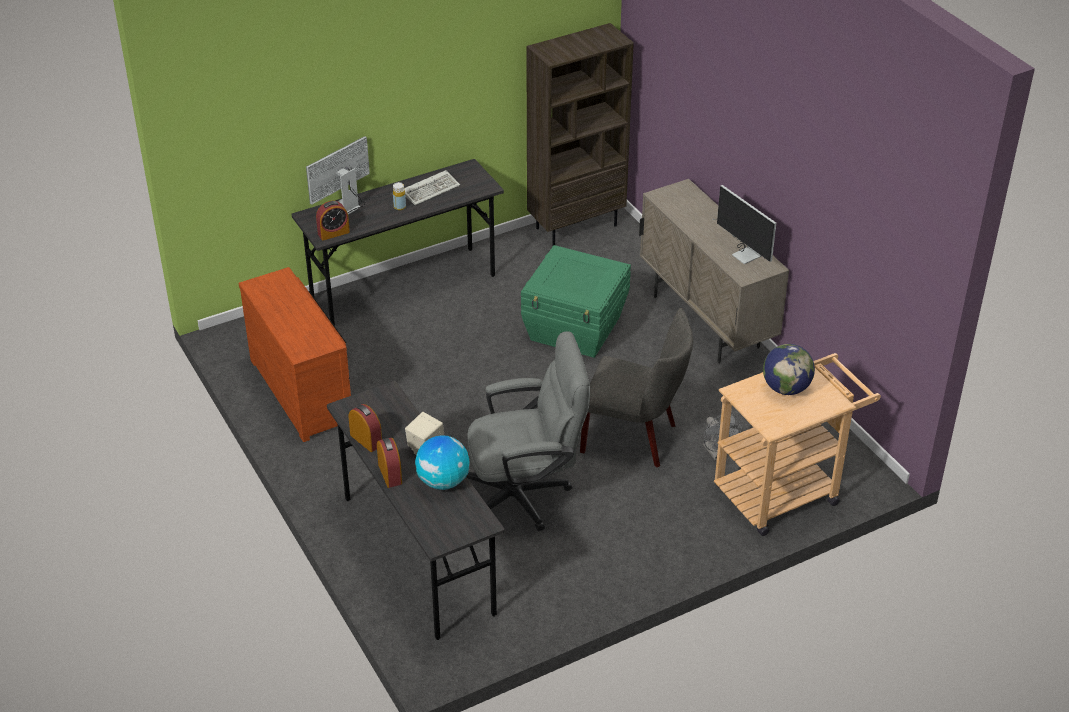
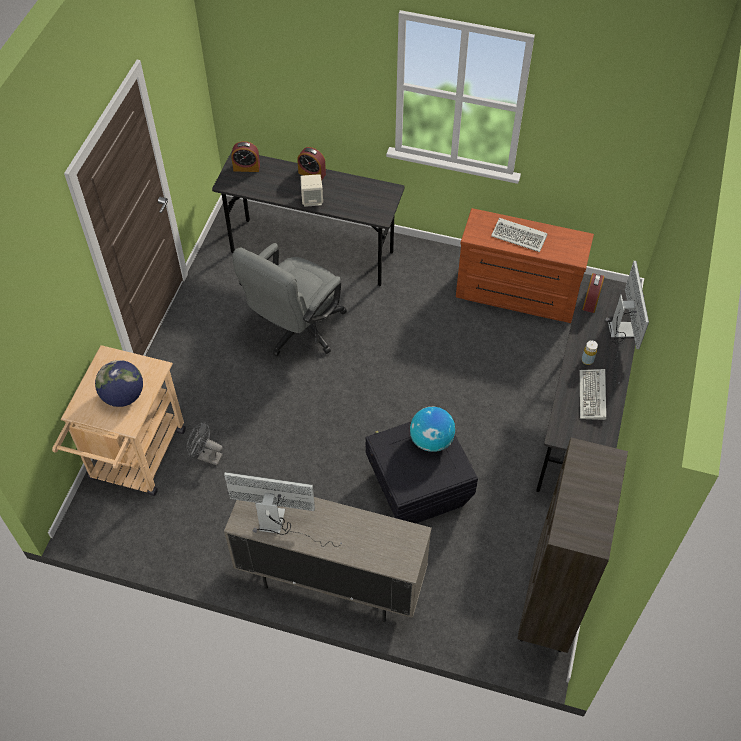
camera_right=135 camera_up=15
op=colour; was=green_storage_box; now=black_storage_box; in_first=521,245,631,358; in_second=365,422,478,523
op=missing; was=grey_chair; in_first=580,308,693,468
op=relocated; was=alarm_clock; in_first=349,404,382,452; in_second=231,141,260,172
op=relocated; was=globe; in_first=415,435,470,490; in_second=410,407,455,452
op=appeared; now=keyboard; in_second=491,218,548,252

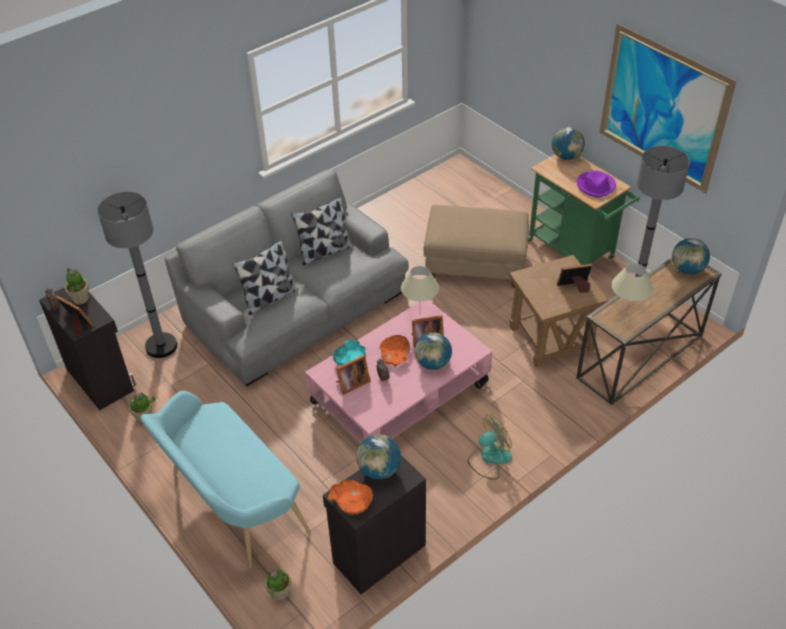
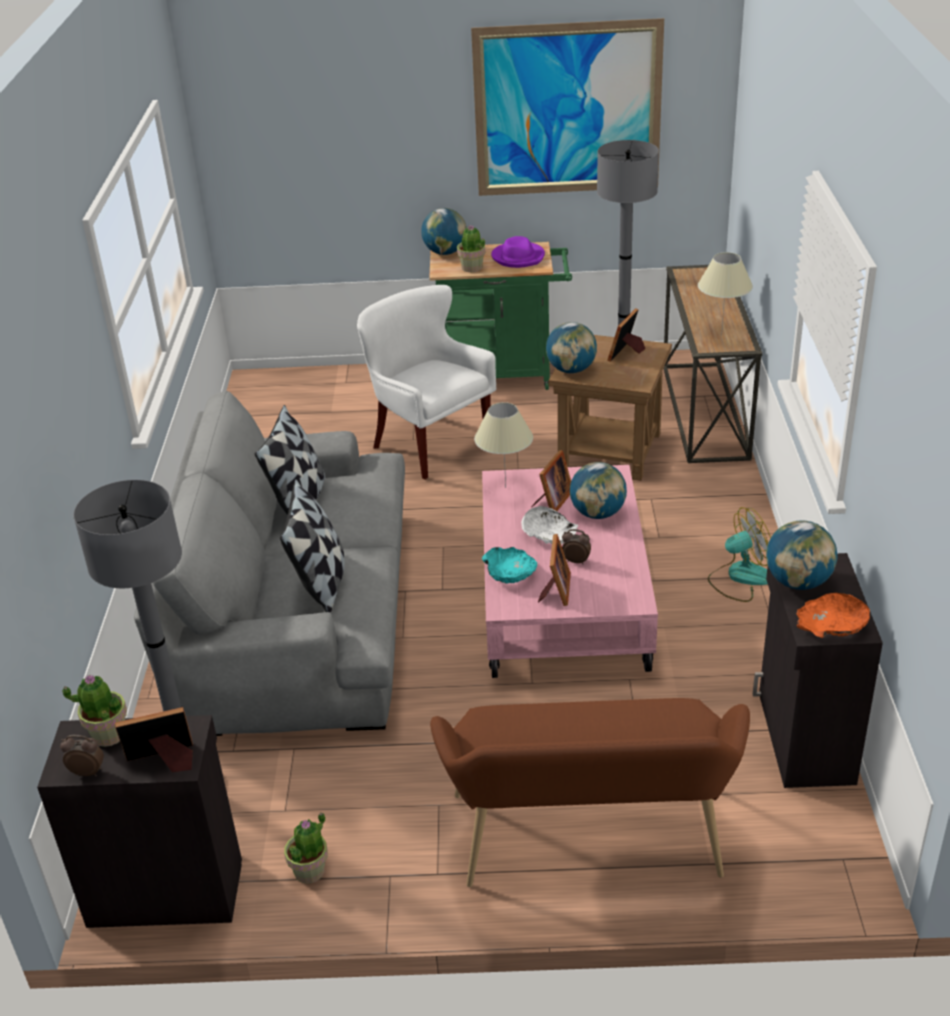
camera_right=-50 camera_up=-10
op=exchanged; was=beige_ottoman; now=white_armchair; in_first=424,205,529,288; in_second=357,285,496,480
op=relocated; was=globe; in_first=672,238,710,274; in_second=546,322,597,373
op=colour; was=orange_bowl; now=white_bowl; in_first=380,335,410,367; in_second=521,506,578,545
op=colour; was=turquoise_bench; now=brown_bench; in_first=141,391,311,568; in_second=430,698,750,887
op=spun; was=fan; in_first=468,414,512,480; in_second=708,507,771,602; clockwise=60
op=relocated; was=potted_plant; in_first=265,569,291,600; in_second=457,225,485,272

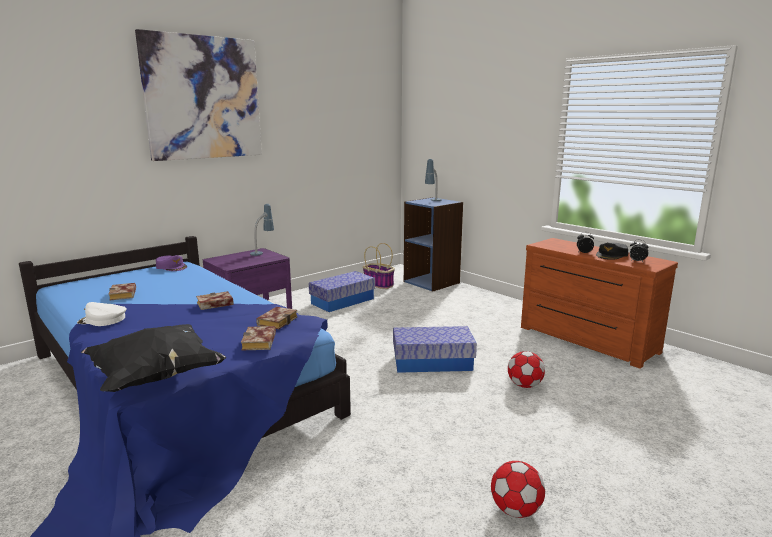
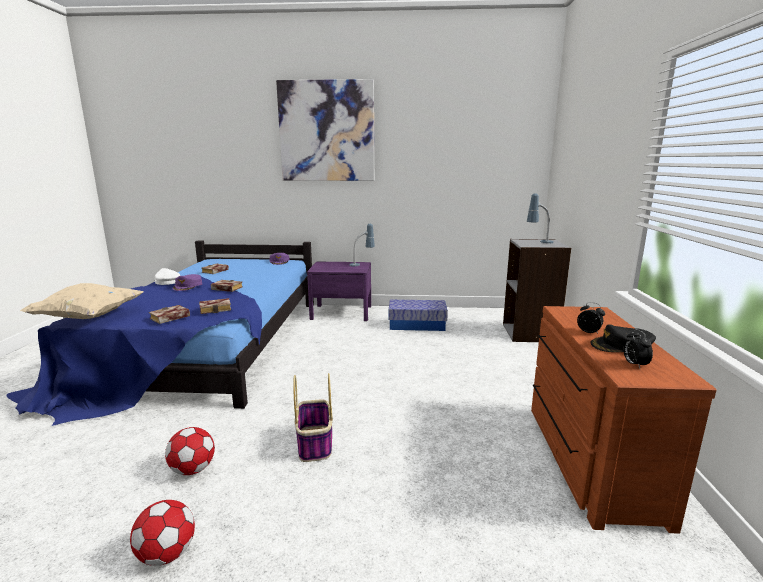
camera_right=45 camera_up=0
op=colour; was=blue_bookcase; now=grey_bookcase; in_first=404,197,463,292; in_second=503,239,571,342
op=relocated; was=basket; in_first=363,243,395,289; in_second=293,373,333,462
op=colour; was=black_pillow; now=beige_pillow; in_first=81,324,226,392; in_second=20,283,143,319
op=missing; was=storage_box; in_first=393,326,477,373
op=relocated; was=football; in_first=508,351,545,388; in_second=165,427,215,475
op=appeared; now=purple_cap; in_second=172,274,202,291

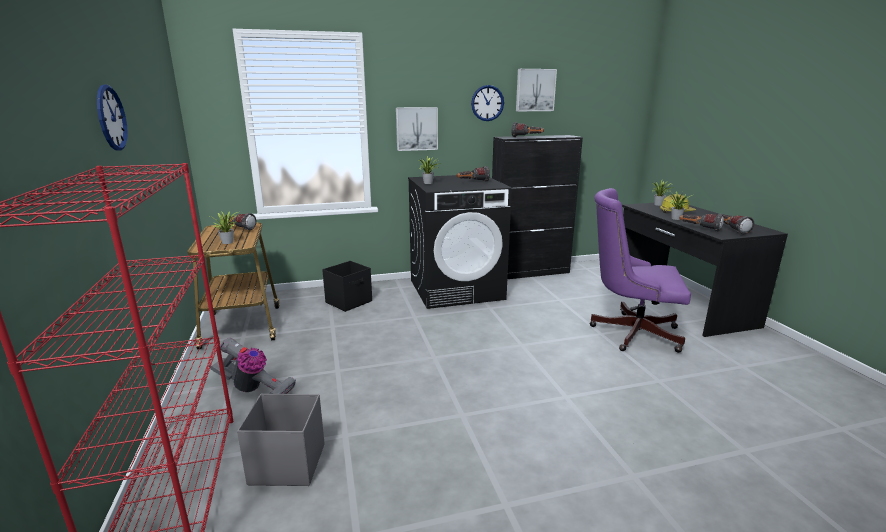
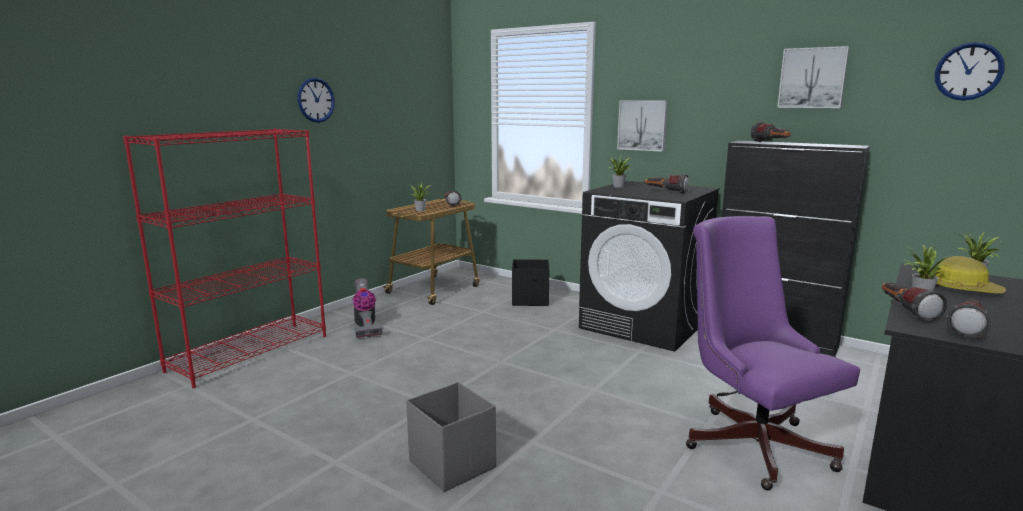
camera_right=50 camera_up=-5
op=relocated; was=wall_clock; in_first=471,85,504,121; in_second=935,42,1005,101
op=relocated; was=grey_storage_box; in_first=237,394,325,486; in_second=406,382,496,492

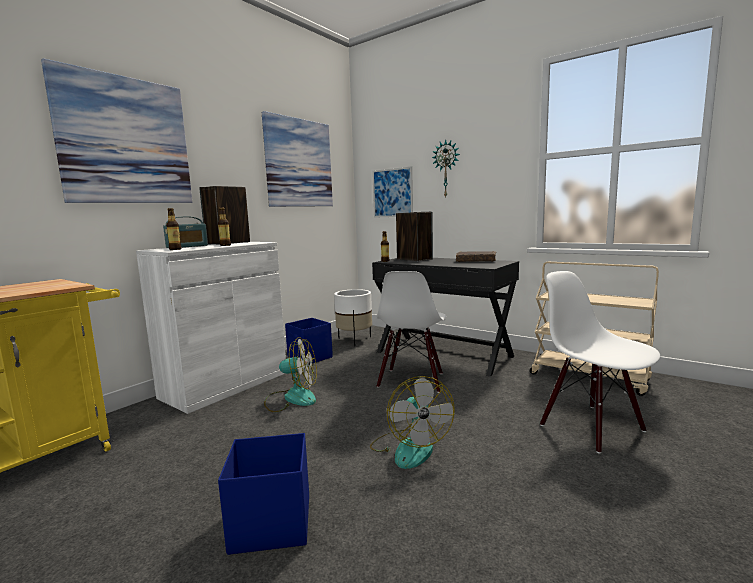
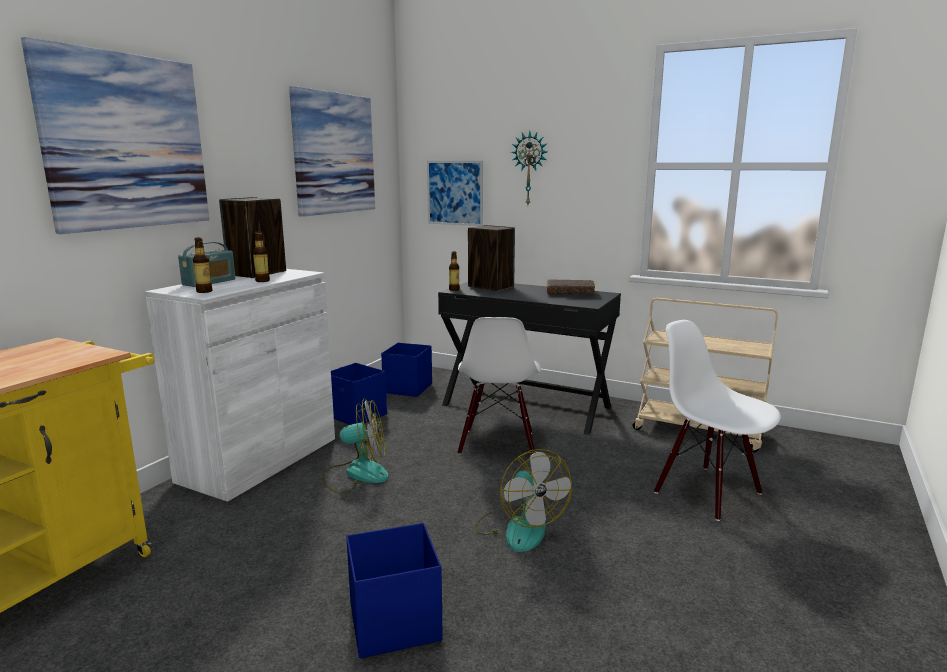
camera_right=-10 camera_up=5
op=exchanged; was=white_planter; now=blue_storage_box; in_first=334,289,372,346; in_second=381,343,432,397

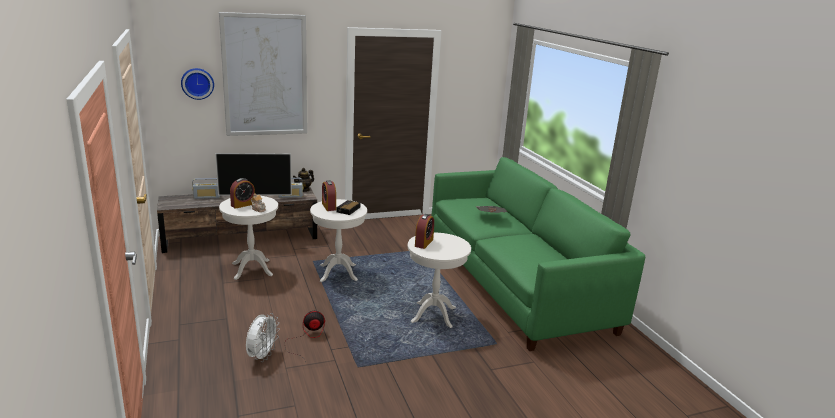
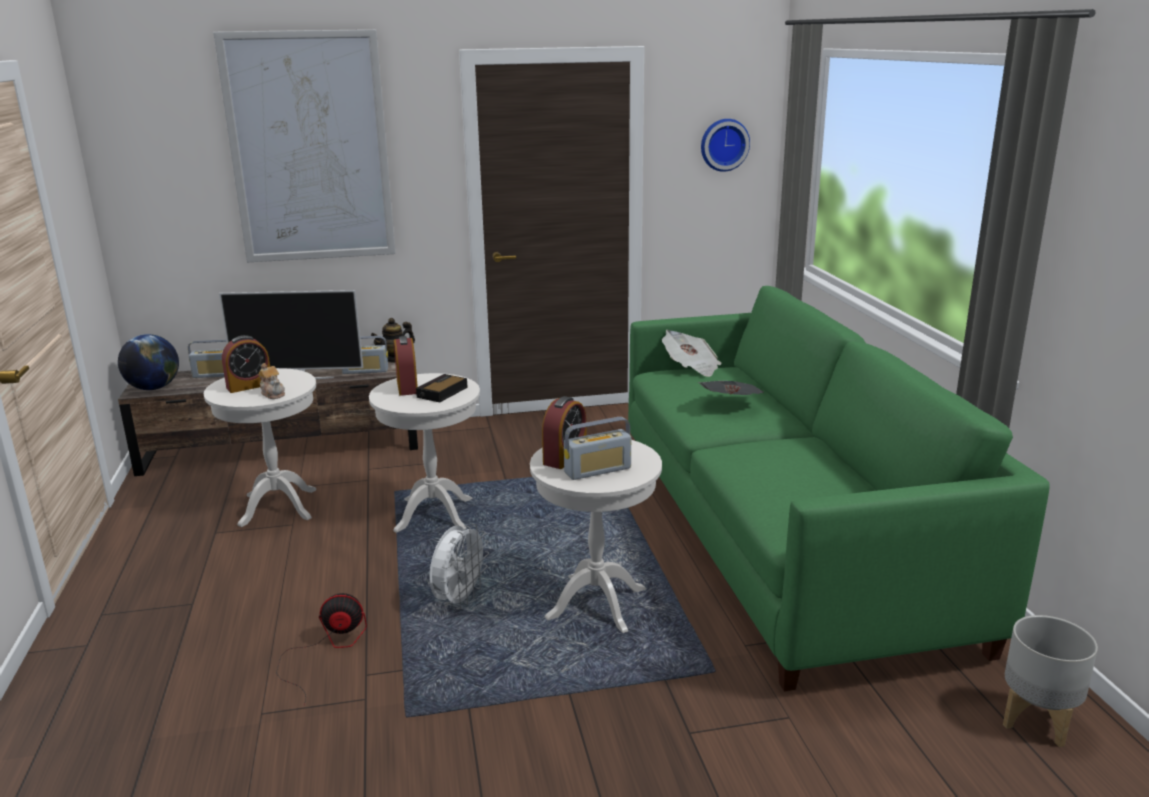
camera_right=10 camera_up=0
op=relocated; was=wall_clock; in_first=181,68,214,100; in_second=701,119,750,172
op=relocated; was=white_fan; in_first=246,313,280,362; in_second=429,523,489,609
op=appeared; now=newspaper; in_second=662,330,721,377
op=appeared; now=globe; in_second=118,334,179,390
op=appeared; now=radio; in_second=564,417,631,480
op=appeared; now=grey_planter; in_second=1003,615,1098,747

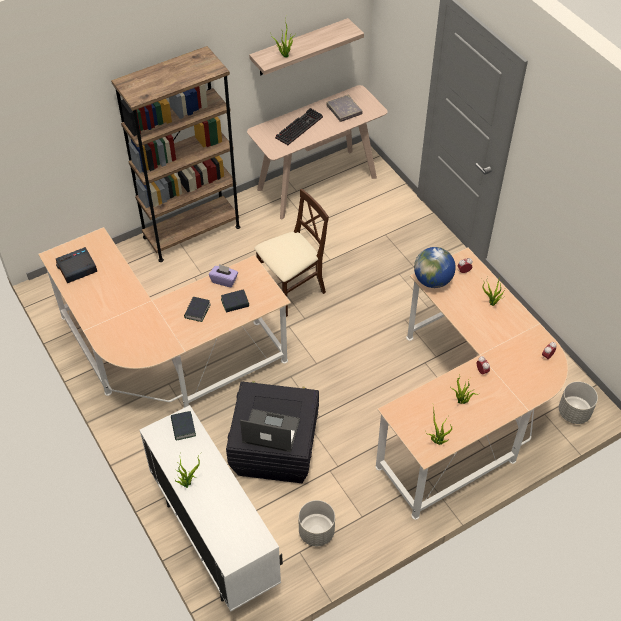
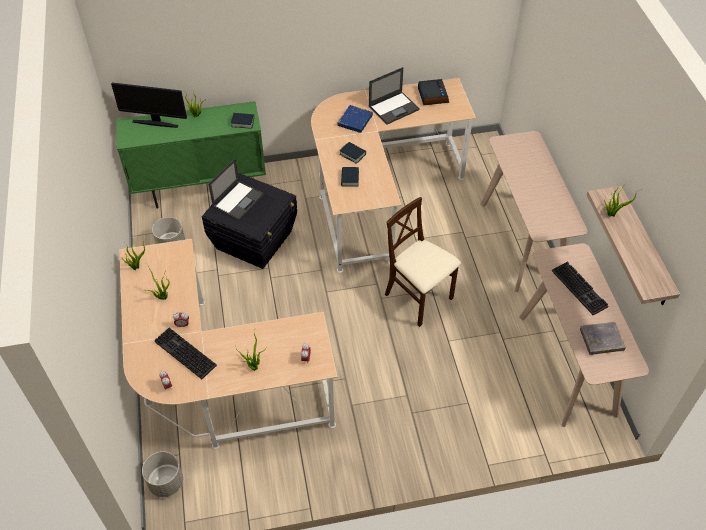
camera_right=110 camera_up=0
op=exchanged; was=brown_bookcase; now=beige_console_table; in_first=111,46,240,262; in_second=480,131,588,292
op=spun; was=beige_chair; in_first=254,189,329,317; in_second=385,197,461,327; clockwise=150
op=missing; was=globe; in_first=414,247,456,288
op=missing; was=purple_tissue_box; in_first=209,264,238,287
op=colour; was=white_cabinet; now=green_cabinet; in_first=139,405,283,612; in_second=116,101,266,209
op=appeared; now=laptop; in_second=368,67,420,125
op=appeared; now=monitor; in_second=111,83,187,128
op=appeared; now=blue_book; in_second=337,105,373,133
op=appeared; now=keyboard; in_second=155,328,217,379

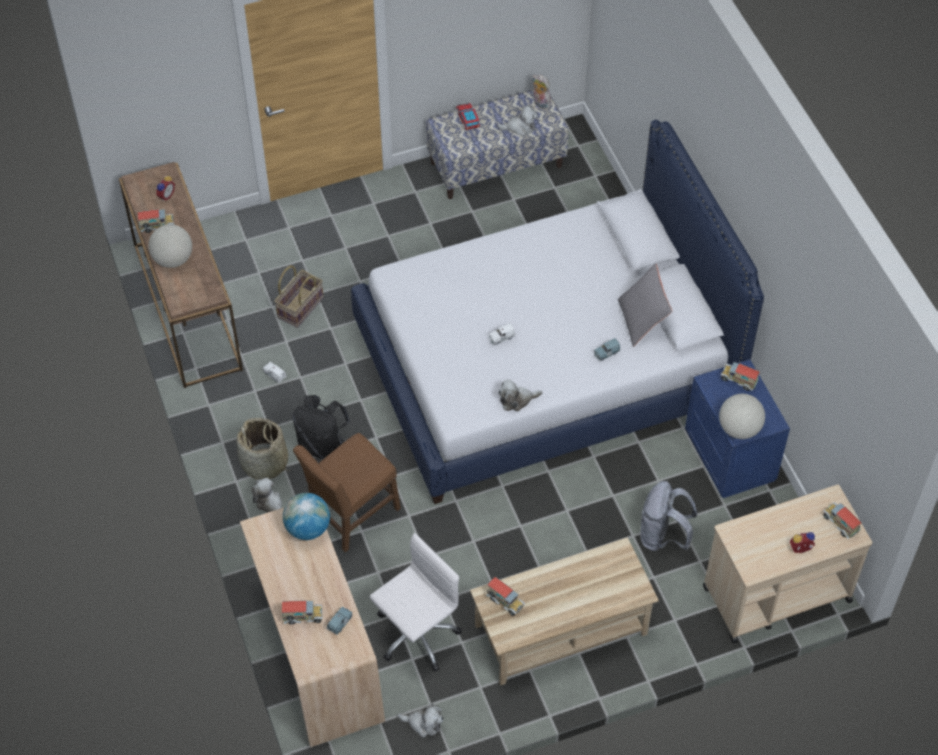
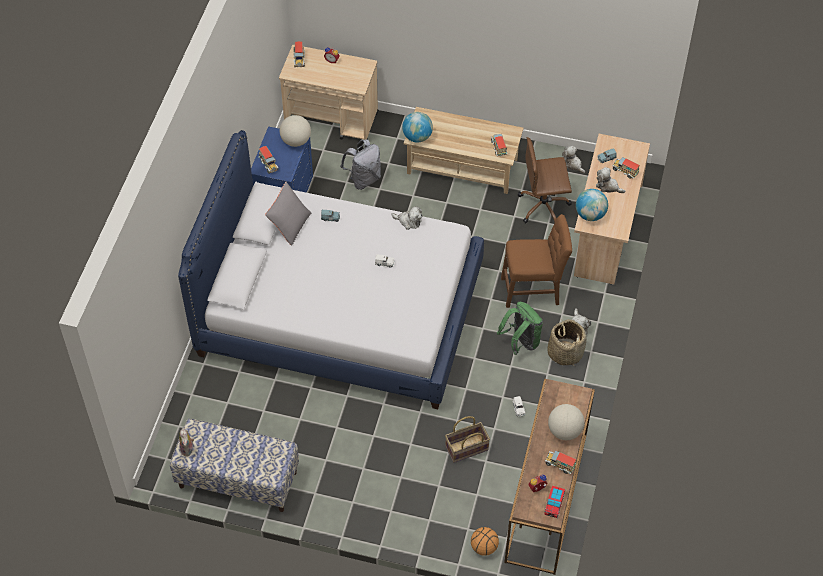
camera_right=-145 camera_up=0
op=relocated; was=toy_car; in_first=456,103,480,130; in_second=544,486,565,518
op=relocated; was=plush_toy; in_first=498,105,538,137; in_second=596,167,625,193
op=colour; was=black_backpack; now=green_backpack; in_first=293,395,350,459; in_second=497,301,543,355
op=colour; was=white_office_chair; now=brown_office_chair; in_first=370,533,462,672; in_second=518,137,572,223
op=appeared; now=globe; in_second=402,112,433,143
op=appeared; now=basketball; in_second=471,527,499,556

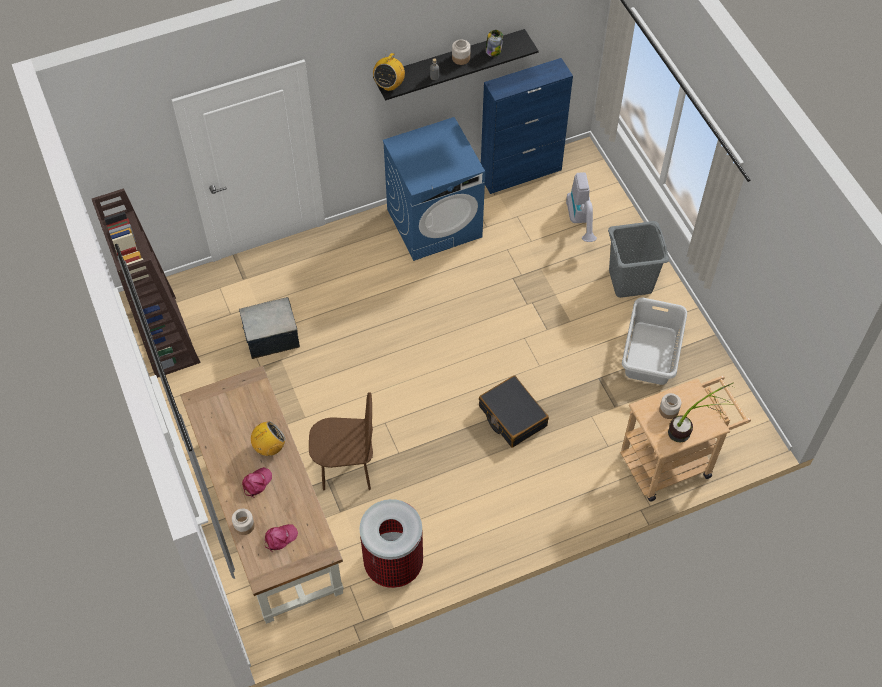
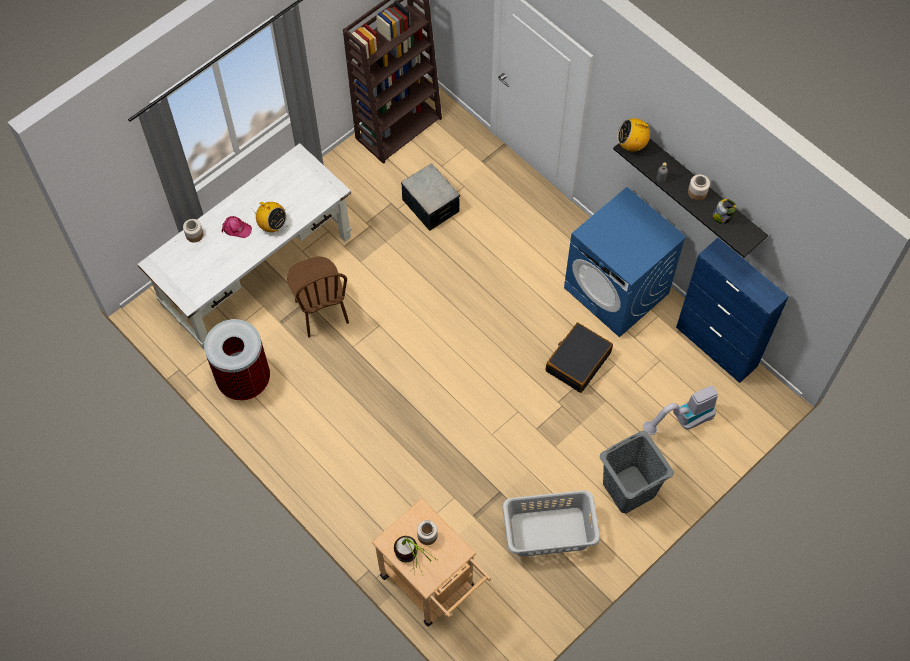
camera_right=70 camera_up=5
op=colour; was=brown_desk; now=white_desk; in_first=180,366,344,624; in_second=137,143,351,351
op=relocated; was=black_suitcase; in_first=479,375,549,448; in_second=546,323,613,393
op=missing; was=pink_cap; in_first=265,524,298,552

